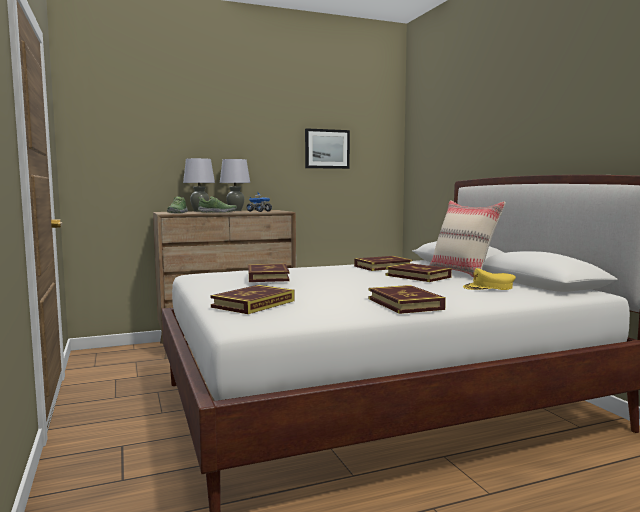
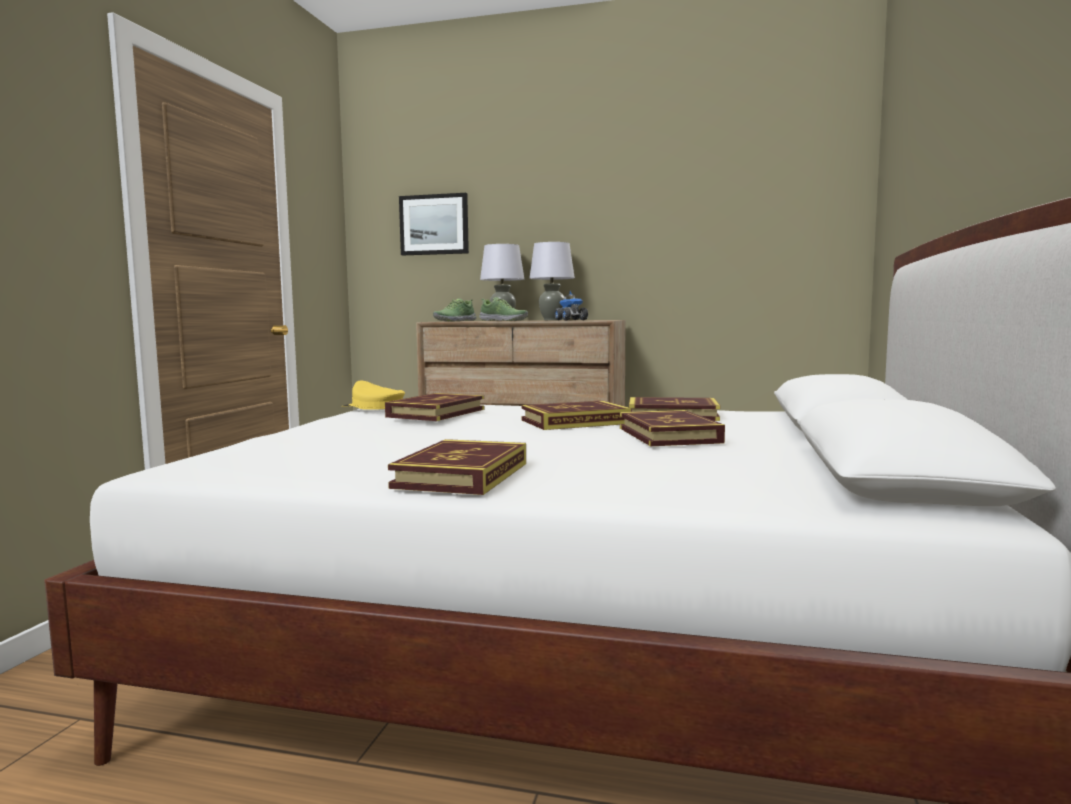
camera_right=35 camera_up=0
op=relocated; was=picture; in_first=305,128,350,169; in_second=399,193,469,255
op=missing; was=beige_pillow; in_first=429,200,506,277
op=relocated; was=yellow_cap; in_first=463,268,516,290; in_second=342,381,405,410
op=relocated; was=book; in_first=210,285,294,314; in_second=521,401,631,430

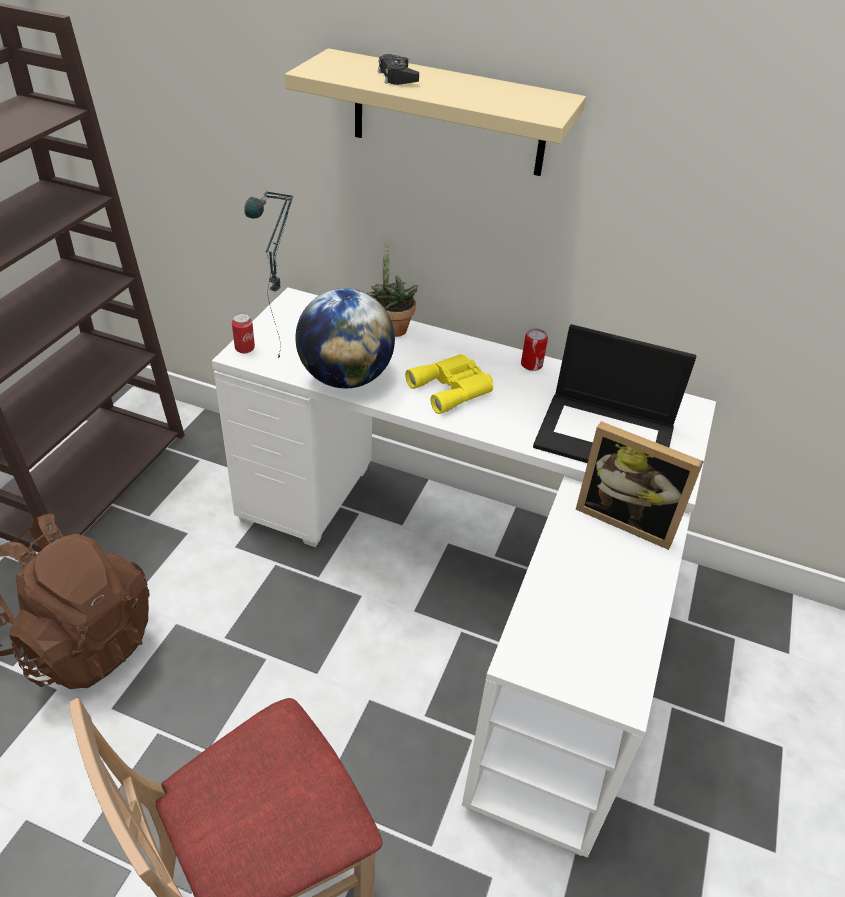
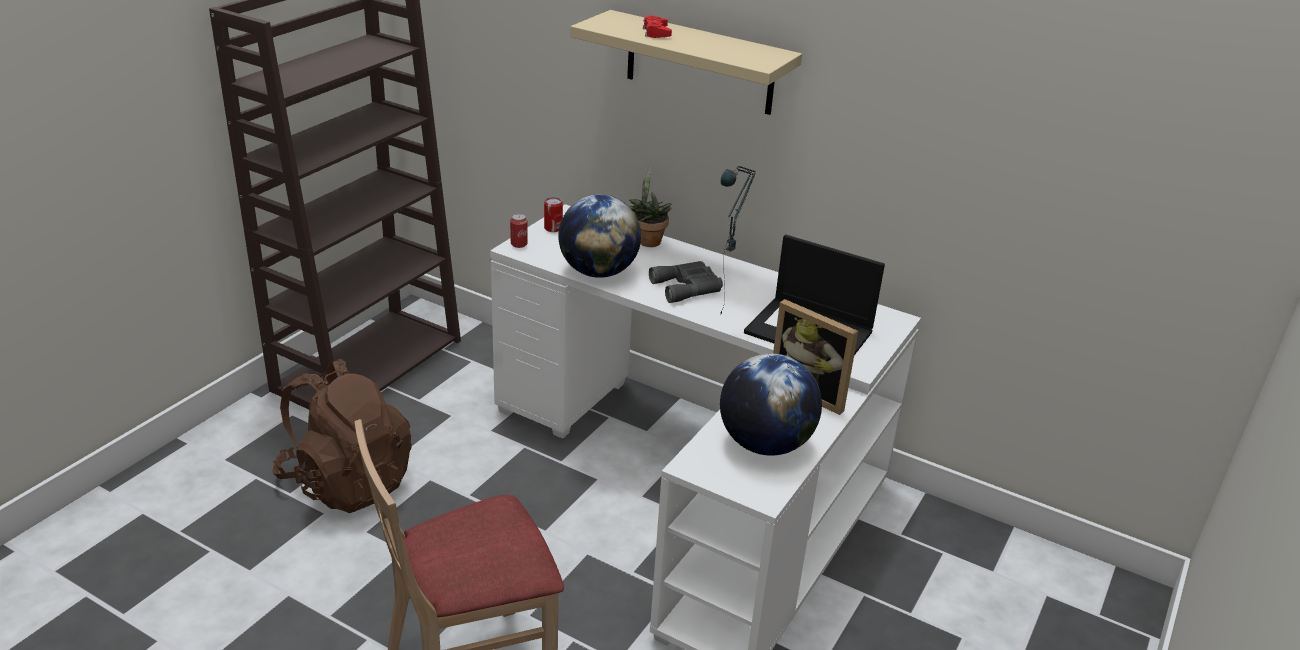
camera_right=10 camera_up=-10
op=colour; was=black_game_controller; now=red_game_controller; in_first=378,54,419,85; in_second=643,16,672,38
op=relocated; was=table_lamp; in_first=244,191,294,357; in_second=720,166,757,315
op=relocated; was=can; in_first=521,329,548,371; in_second=544,197,563,232
op=colour; was=yellow_binoculars; now=grey_binoculars; in_first=405,354,493,414; in_second=649,261,723,303
op=appeared; now=globe; in_second=720,353,822,456

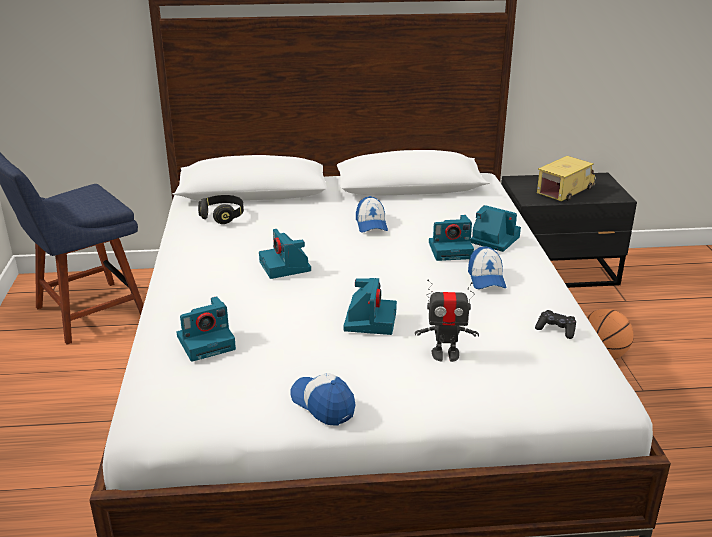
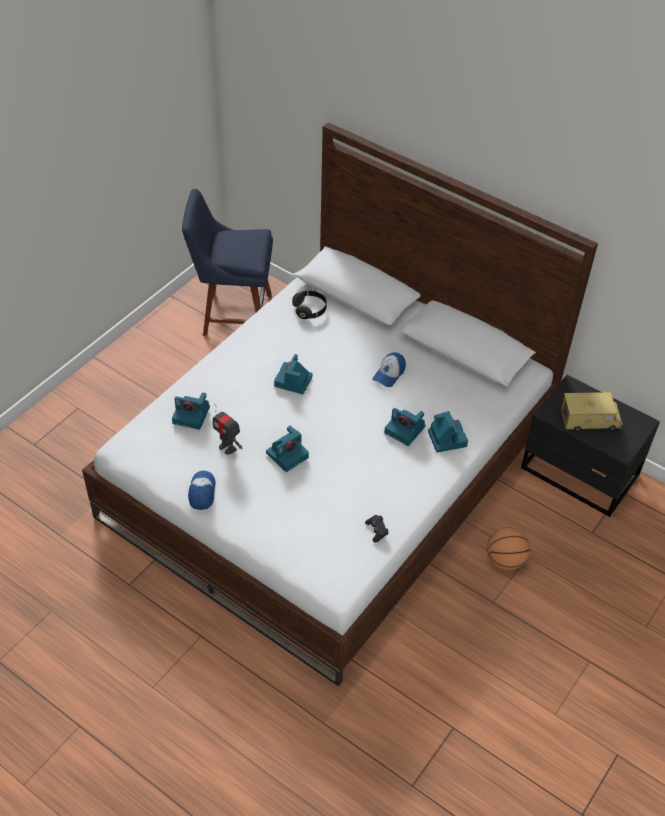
camera_right=40 camera_up=20
op=missing; was=cap; in_first=468,246,506,289
op=relocated; was=toy_robot; in_first=415,280,479,362; in_second=213,404,242,455

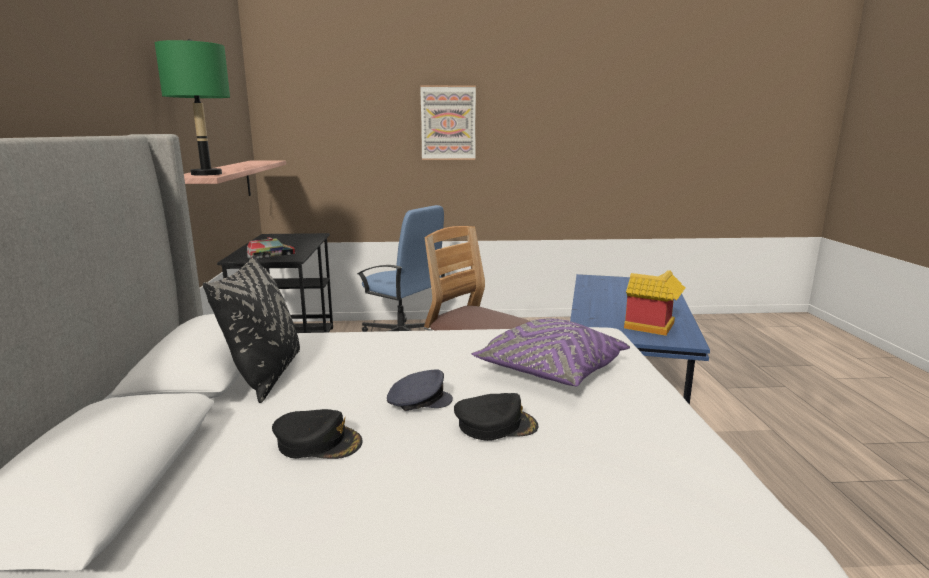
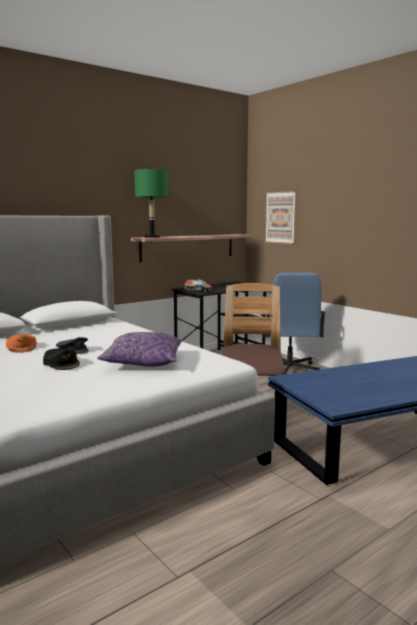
camera_right=55 camera_up=-5
op=relocated; was=picture; in_first=420,85,476,160; in_second=265,191,296,244
op=missing; was=black_pillow; in_first=203,255,300,403
op=missing; was=toy_house; in_first=624,270,685,336
op=colour; was=black_cap; now=orange_cap; in_first=272,409,363,459; in_second=6,334,37,353

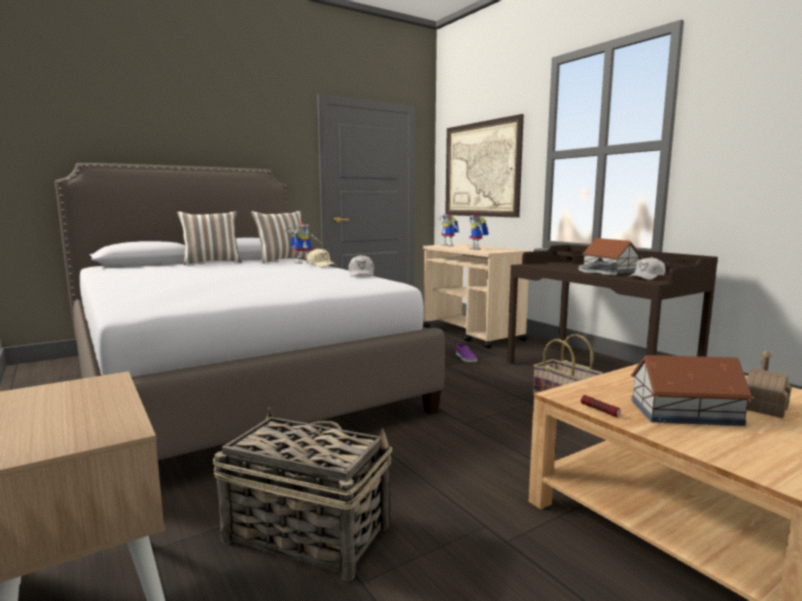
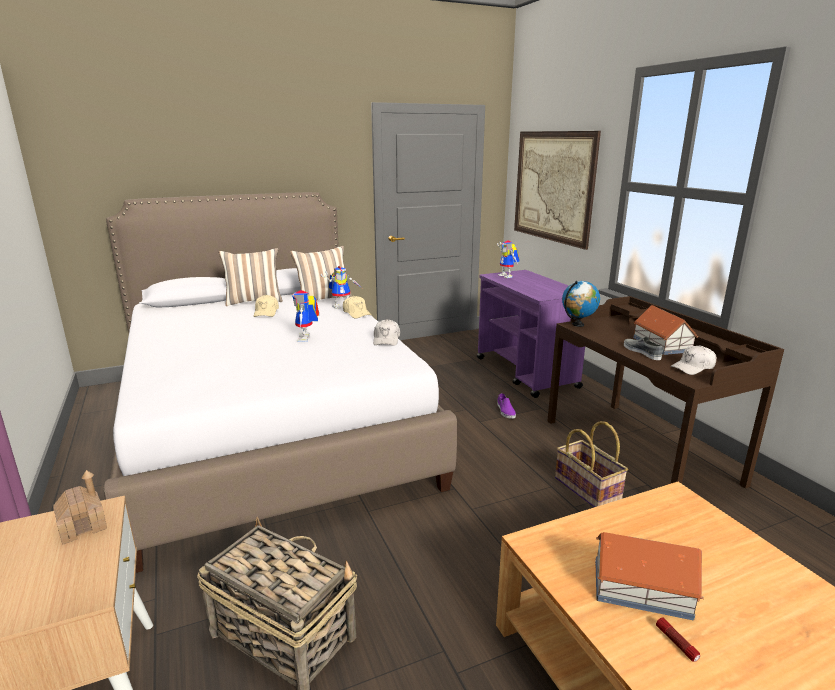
camera_right=10 camera_up=10
op=relocated; was=toy_robot; in_first=469,213,488,250; in_second=292,290,319,342
op=colour; was=beige_cart; now=purple_cart; in_first=423,244,531,349; in_second=477,270,585,398
op=relocated; was=toy_house; in_first=746,349,792,418; in_second=53,470,107,544
op=relocated; was=flashlight; in_first=581,395,621,417; in_second=656,617,700,662
op=appeared; now=globe; in_second=562,281,600,327
op=appeared; now=beige_cap; in_second=254,295,279,317

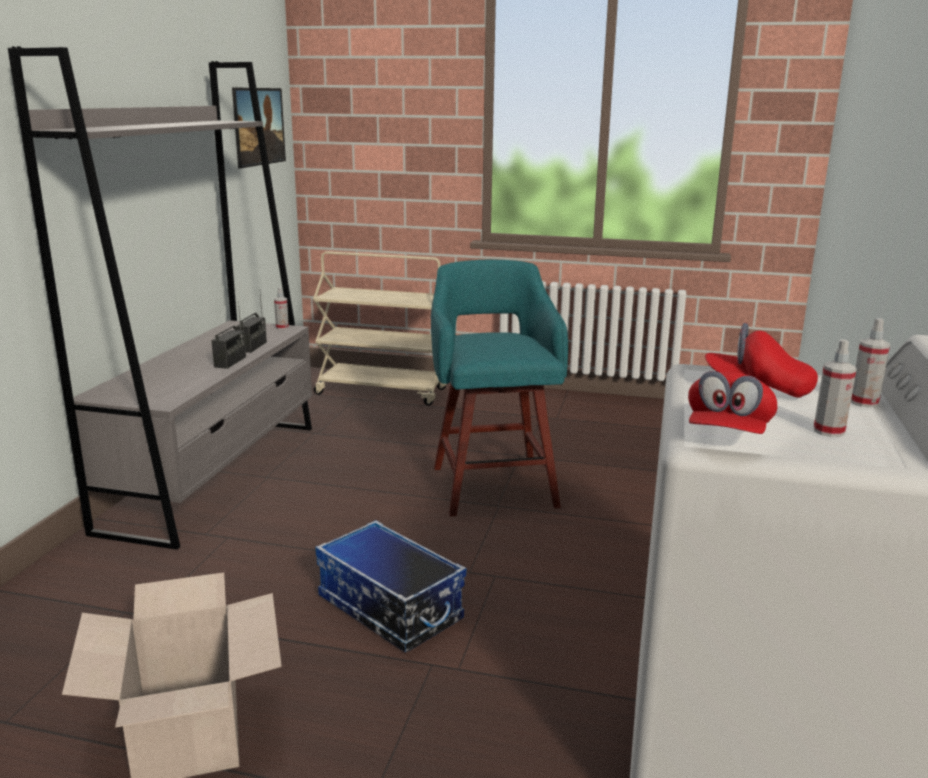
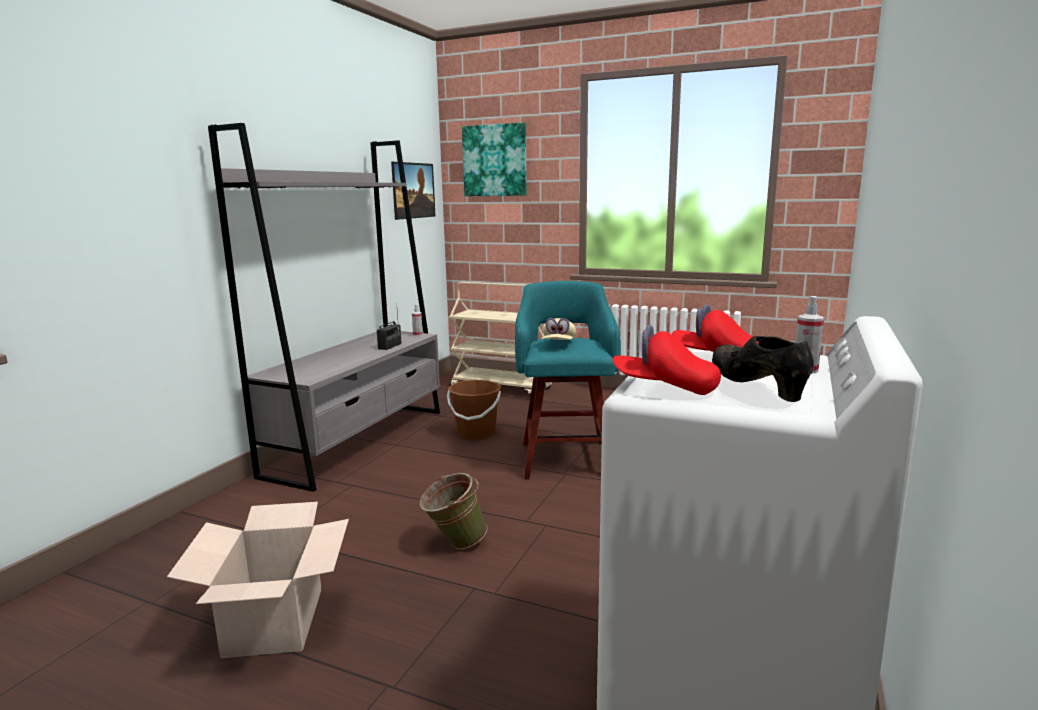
camera_right=10 camera_up=-5
op=missing; was=radio; in_first=211,301,246,369
op=exchanged; was=spray_bottle; now=black_shoe; in_first=813,339,857,437; in_second=712,336,814,402
op=spun; was=red_cap; in_first=688,371,777,434; in_second=612,325,721,395; clockwise=75
op=exchanged; was=storage_box; now=green_bucket; in_first=315,520,466,653; in_second=419,473,488,550
op=appeared; now=picture; in_second=462,122,527,196
op=appeared; now=beige_cap; in_second=542,318,576,340
op=appeared; now=brown_bucket; in_second=447,380,501,440

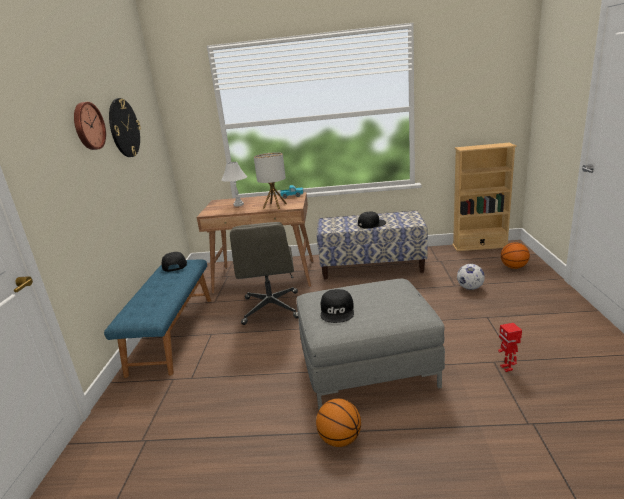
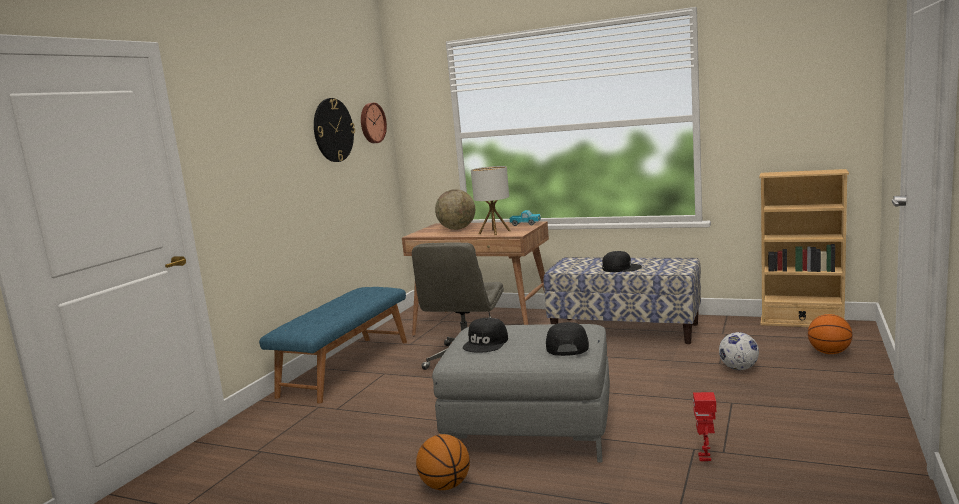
camera_right=20 camera_up=-10
op=relocated; was=wall_clock; in_first=74,102,106,150; in_second=361,103,387,143
op=exchanged; was=white_table_lamp; now=globe; in_first=221,162,247,207; in_second=435,189,475,230
op=relocated; was=black_cap; in_first=162,252,187,272; in_second=546,322,589,356

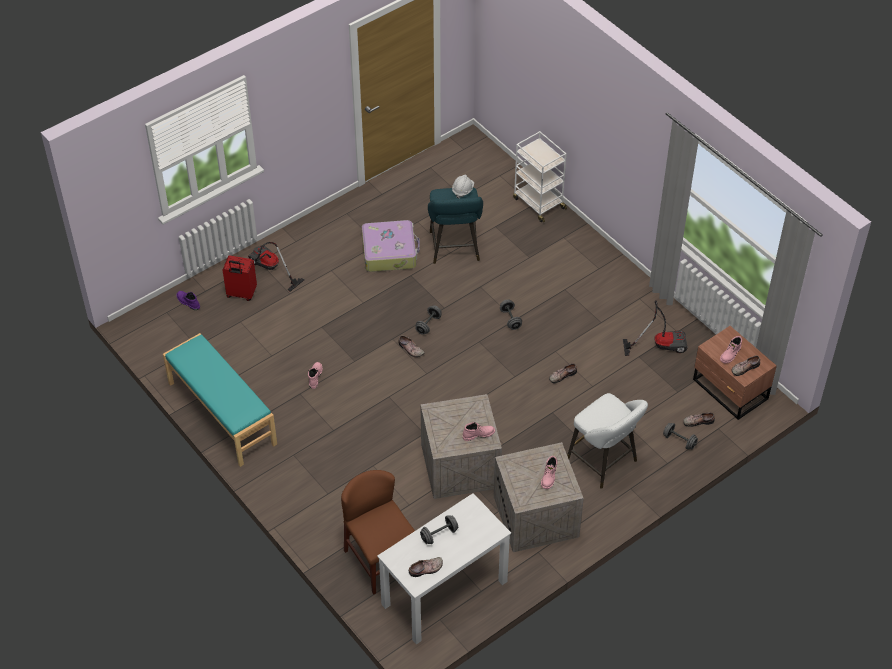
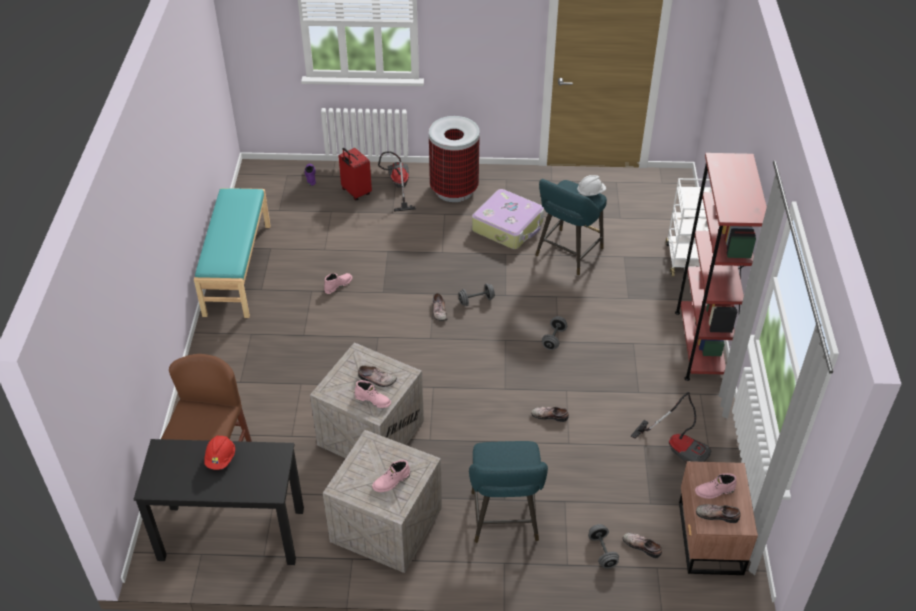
camera_right=40 camera_up=-5
op=colour; was=white_stool; now=turquoise_stool; in_first=567,393,648,489; in_second=469,441,548,543
op=colour; was=white_desk; now=black_desk; in_first=377,493,511,644; in_second=134,439,304,565
op=exchanged; was=grey_dumbbell; now=red_hard_hat; in_first=420,515,458,544; in_second=204,435,235,470
op=relocated; was=shoe; in_first=409,557,443,577; in_second=358,365,397,387
op=appeared; now=trash_can; in_second=429,116,480,202
op=appeared; now=red_bookcase; in_second=675,153,767,381

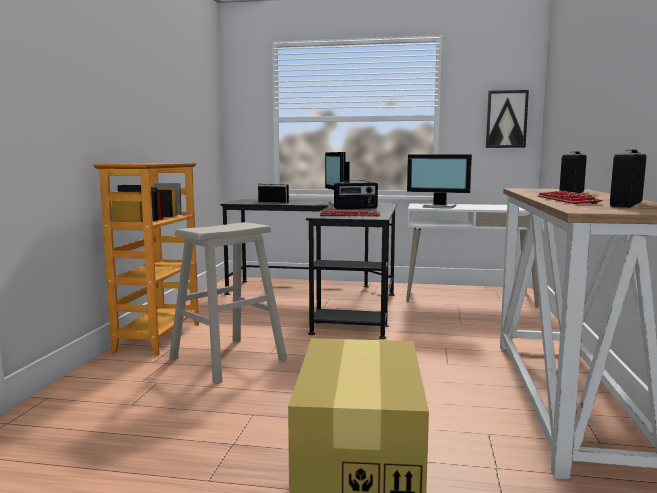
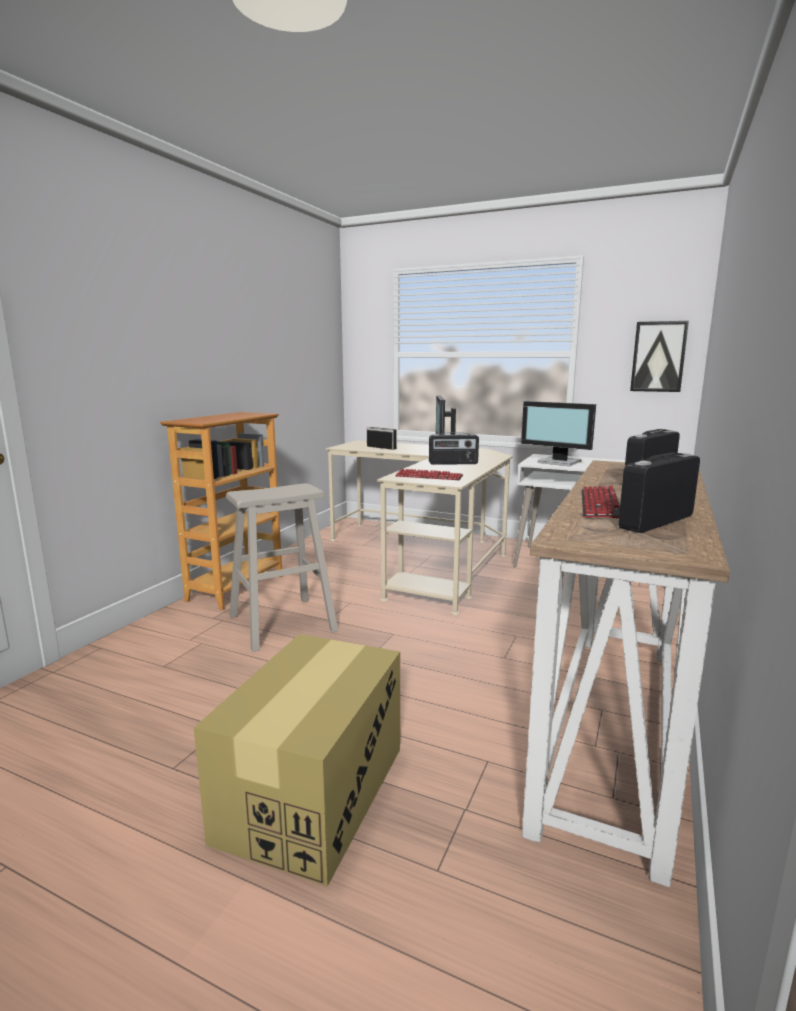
camera_right=15 camera_up=5
op=colour; was=black_desk; now=beige_desk; in_first=220,199,397,339; in_second=326,440,513,615

